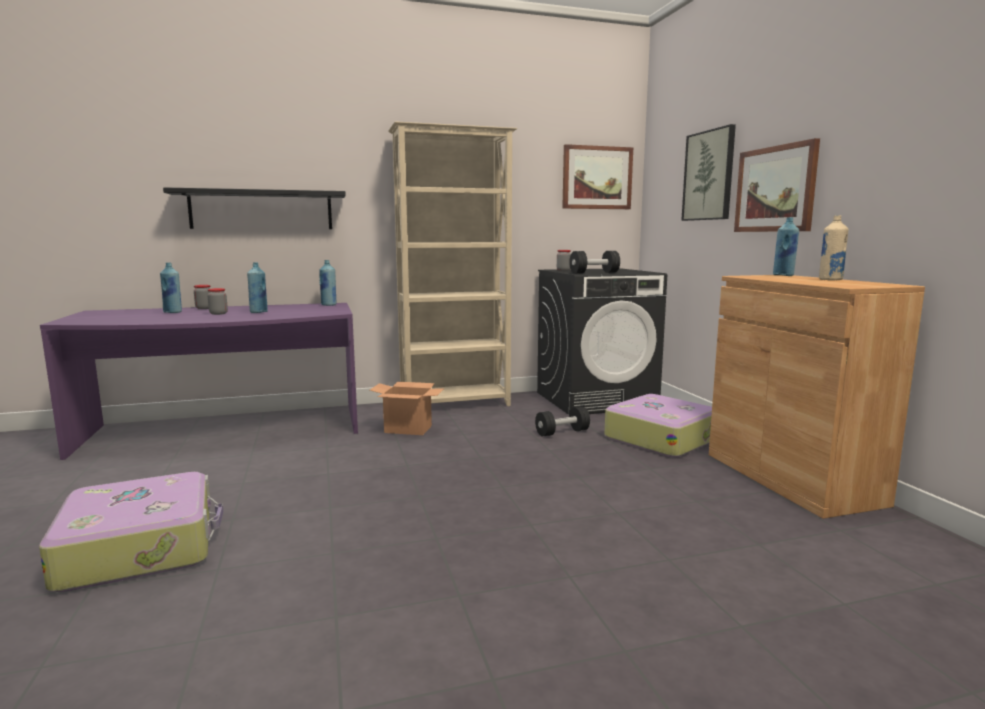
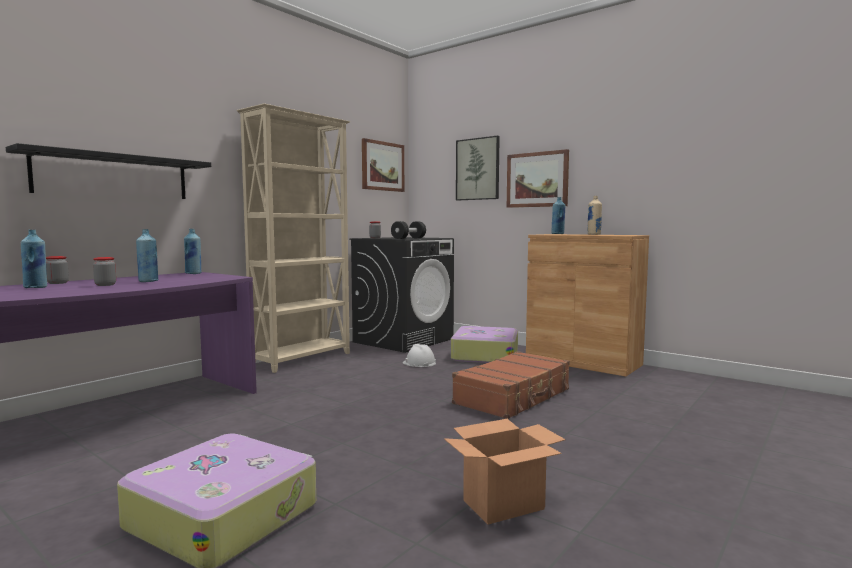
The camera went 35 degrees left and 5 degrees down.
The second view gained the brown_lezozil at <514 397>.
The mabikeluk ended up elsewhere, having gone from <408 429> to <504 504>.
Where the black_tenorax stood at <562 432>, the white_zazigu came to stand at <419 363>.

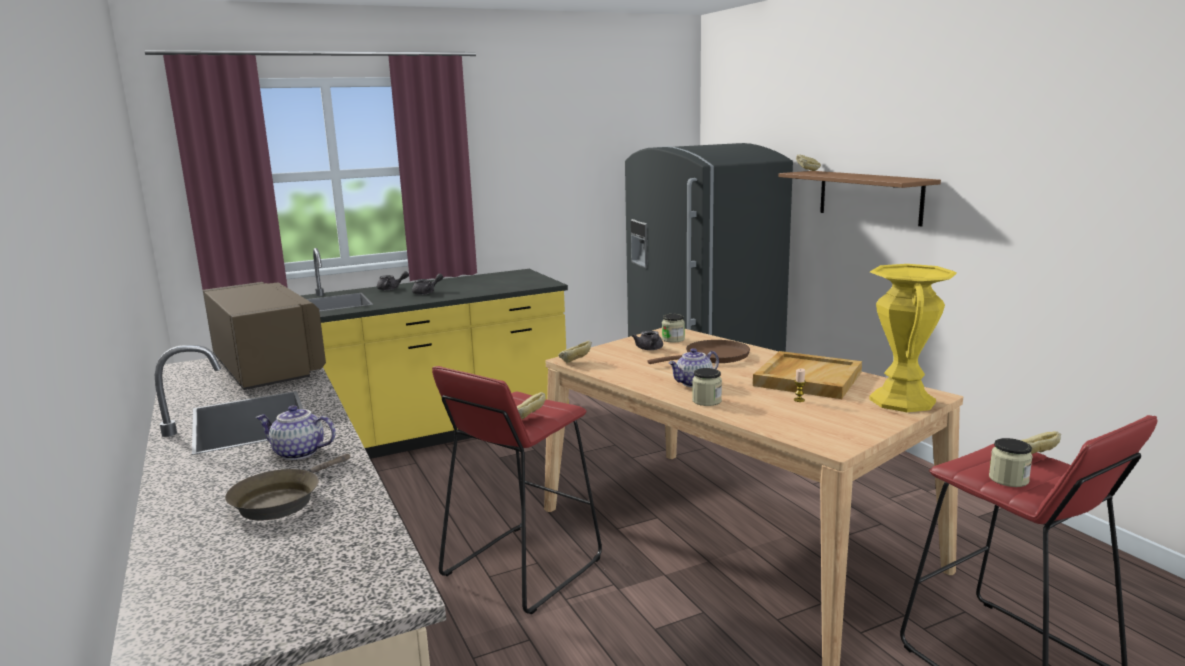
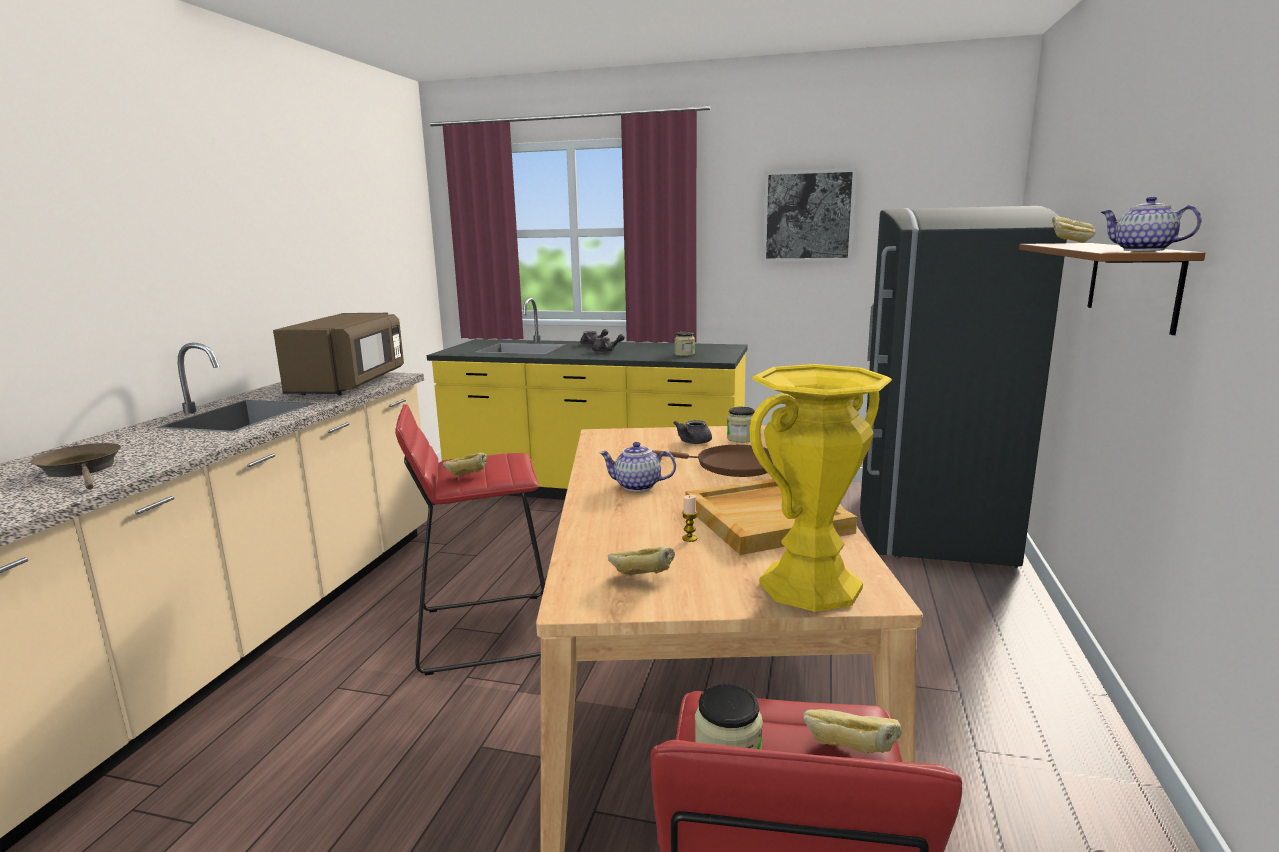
The camera went 40 degrees right and 0 degrees up.
The second view gained the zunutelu at <808 216>.
The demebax ended up elsewhere, having gone from <297 453> to <1142 250>.
The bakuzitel ended up elsewhere, having gone from <576 362> to <641 579>.
The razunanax ended up elsewhere, having gone from <706 401> to <684 354>.
The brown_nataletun at <281 500> ended up facing another way, 75 degrees clockwise from before.

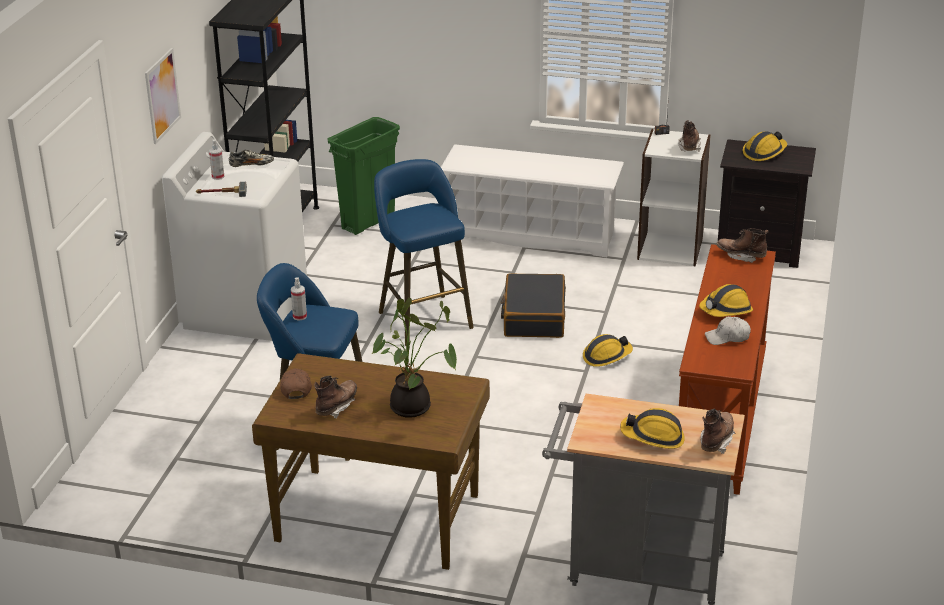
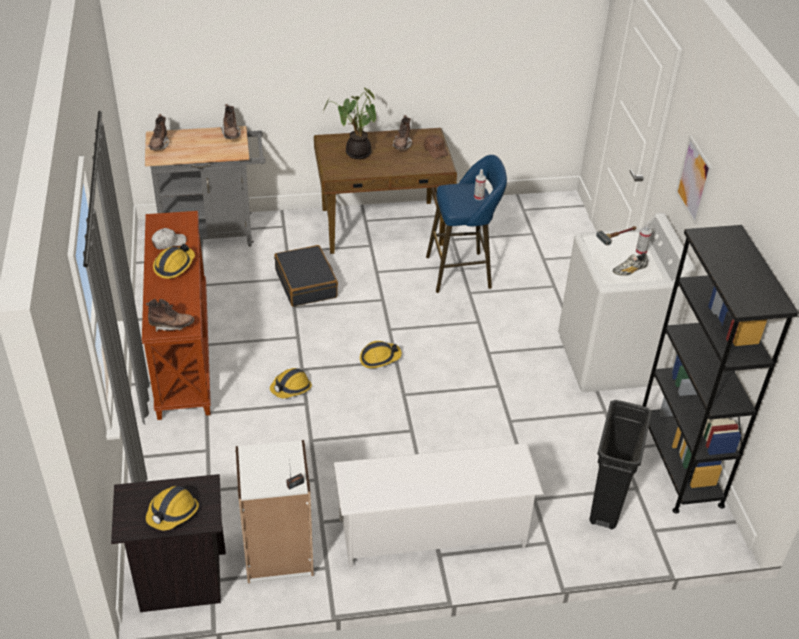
The camera went 155 degrees right and 10 degrees up.
The second view lost the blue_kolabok at <423 317>.
The black_lezozil ended up elsewhere, having gone from <534 317> to <306 284>.
The zazigu ended up elsewhere, having gone from <653 437> to <379 358>.
The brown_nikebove ended up elsewhere, having gone from <689 146> to <231 134>.
What was the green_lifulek at <368 221> turned into the black_lifulek at <607 504>.

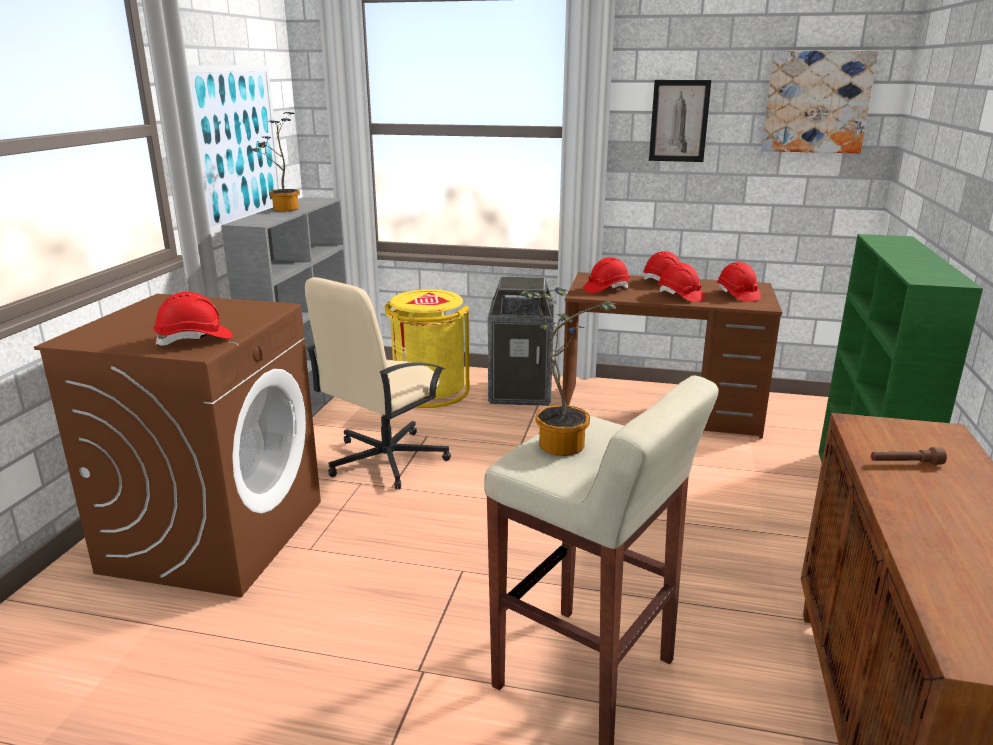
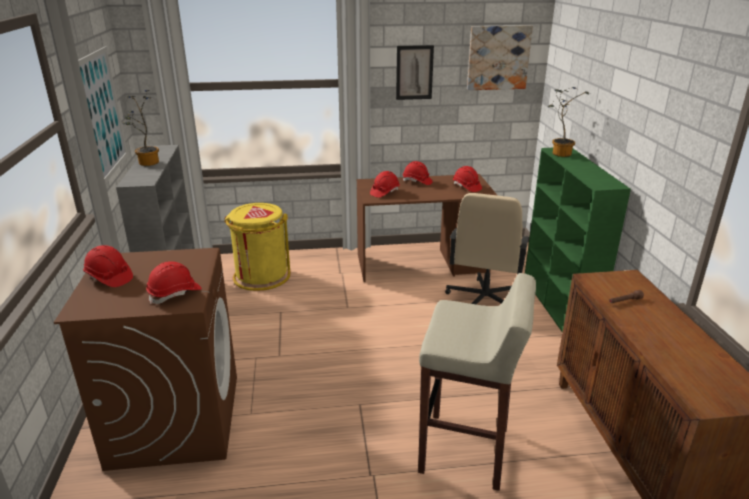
The camera went 20 degrees left and 5 degrees up.
The second view lost the lifulek at <521 393>.
The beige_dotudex ended up elsewhere, having gone from <385 460> to <484 300>.
The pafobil ended up elsewhere, having gone from <560 442> to <559 153>.
The red_zazigu ended up elsewhere, having gone from <680 296> to <109 277>.

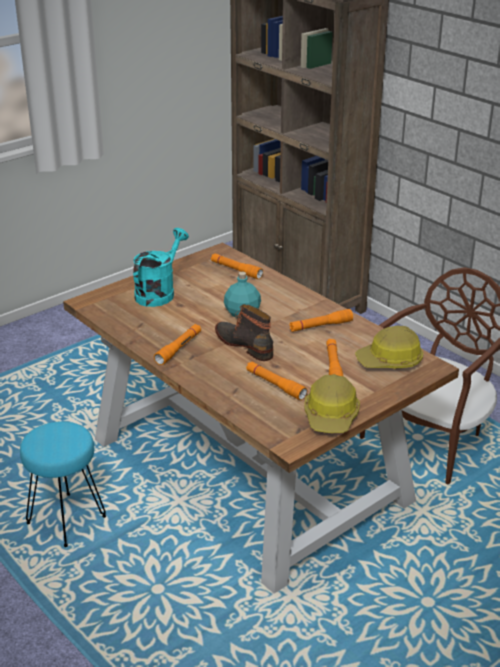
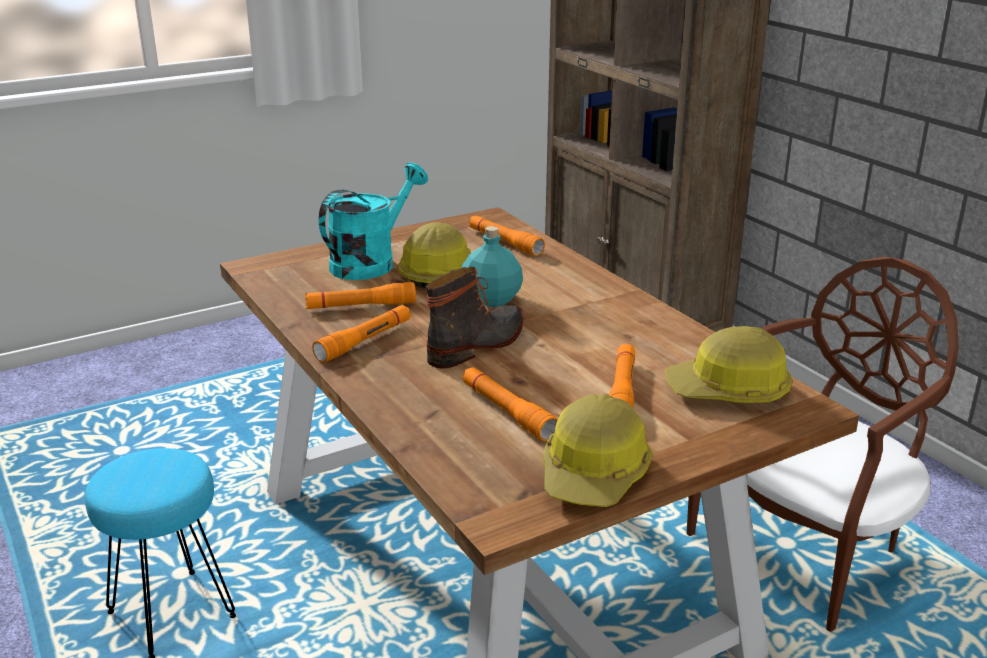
The camera went 10 degrees right and 5 degrees down.
The second view gained the zazigu at <437 273>.
The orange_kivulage ended up elsewhere, having gone from <320 326> to <361 306>.
The nikebove at <245 344> ended up facing another way, 75 degrees clockwise from before.

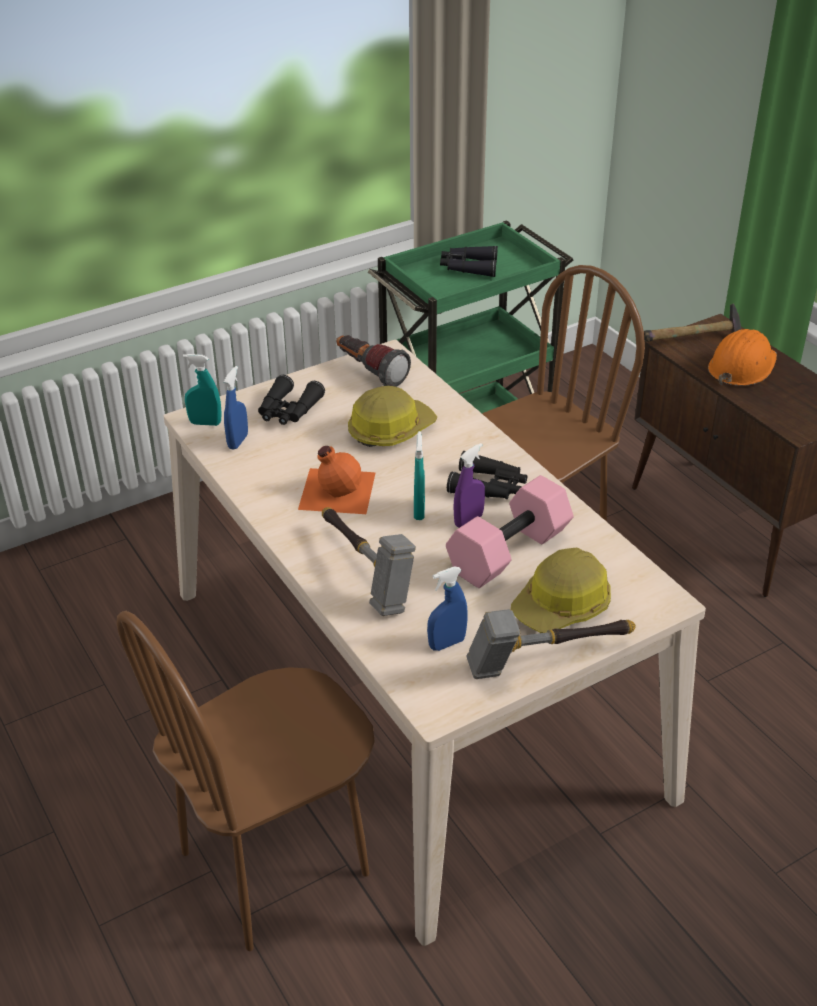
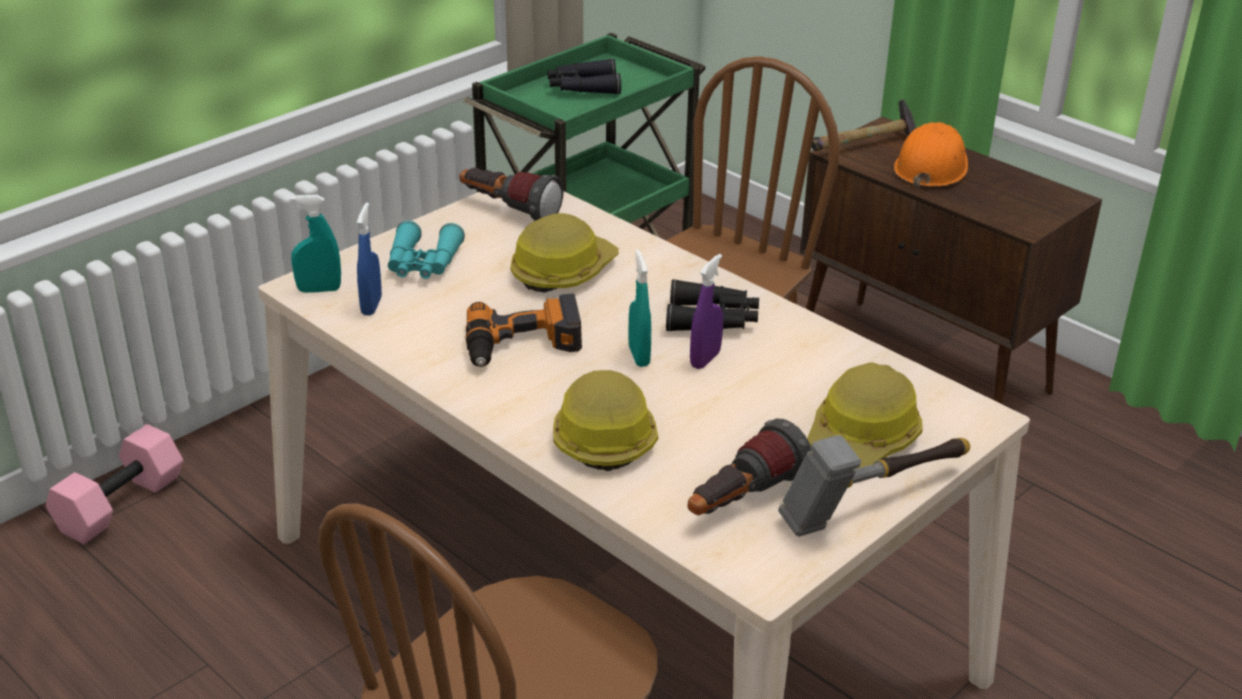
The camera went 15 degrees left and 5 degrees down.
The pink_tenorax ended up elsewhere, having gone from <509 553> to <121 506>.
Where the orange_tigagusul stood at <336 489>, the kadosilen came to stand at <523 345>.
Where the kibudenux stood at <365 573>, the zazigu came to stand at <602 436>.
Where the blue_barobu stood at <447 643>, the kivulage came to stand at <742 502>.
What was the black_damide at <288 411> turned into the turquoise_damide at <423 264>.

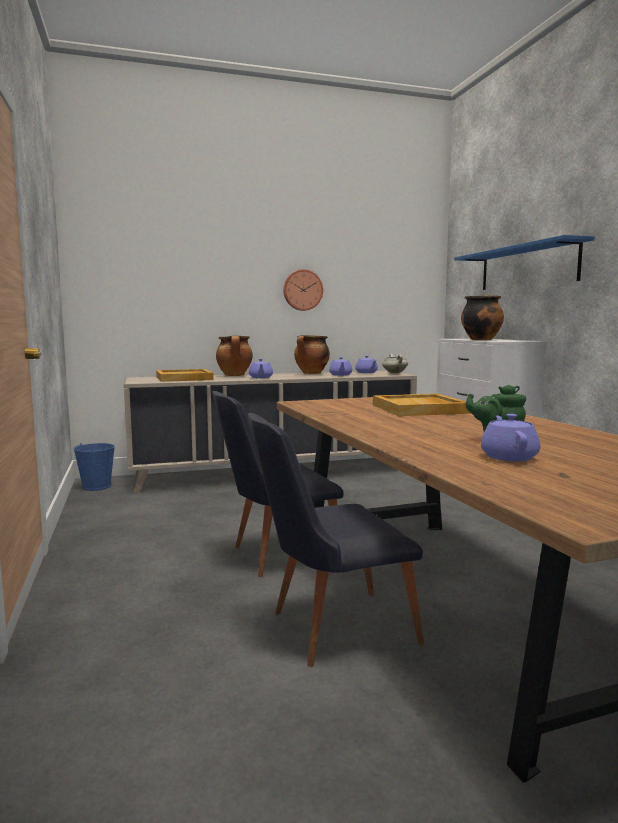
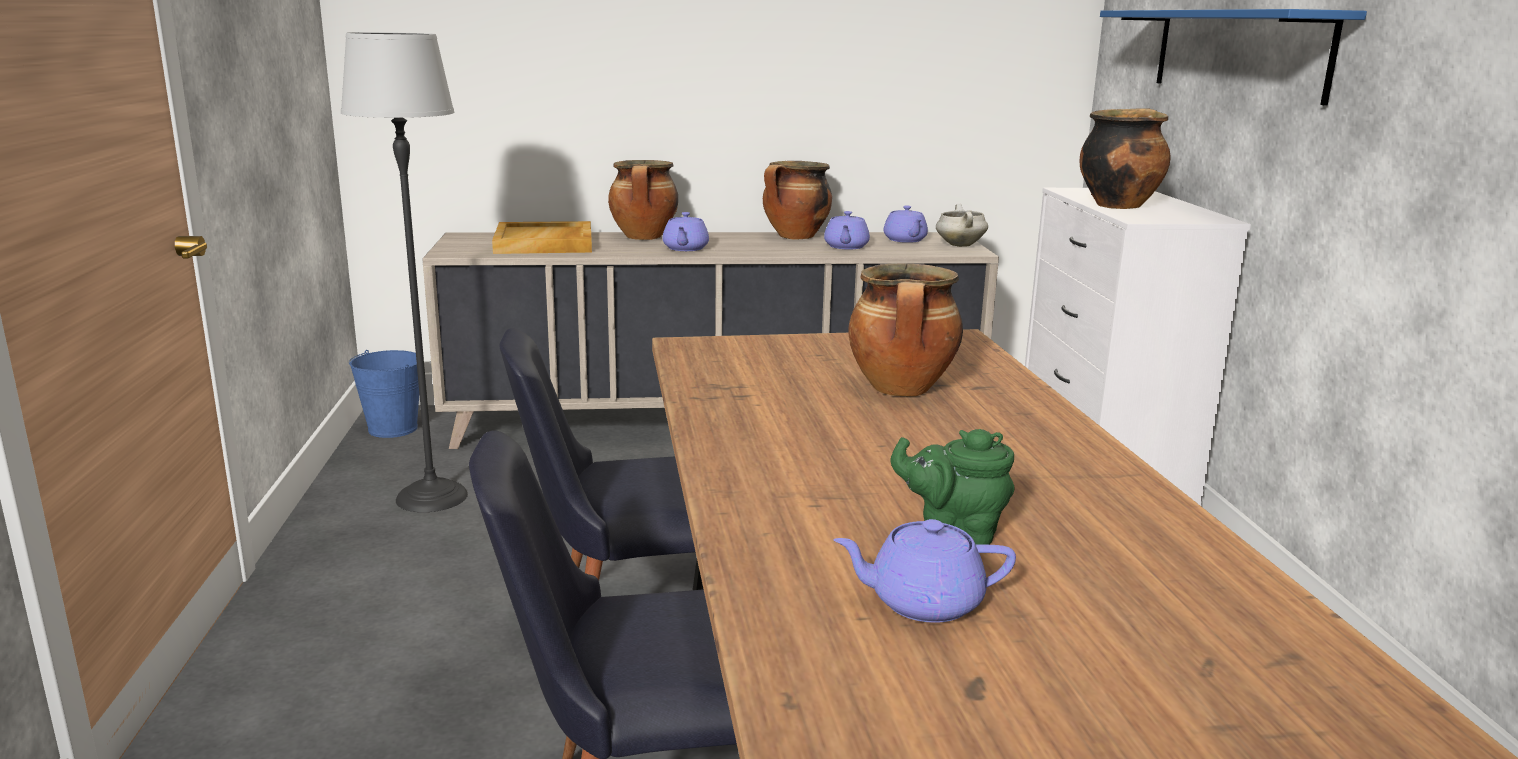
The camera went 10 degrees right and 10 degrees up.
The second view lost the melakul at <302 290>.
The second view gained the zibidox at <432 496>.
Where the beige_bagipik stood at <420 409>, the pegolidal came to stand at <902 390>.
The purple_demebax at <508 457> ended up facing another way, 105 degrees counterclockwise from before.

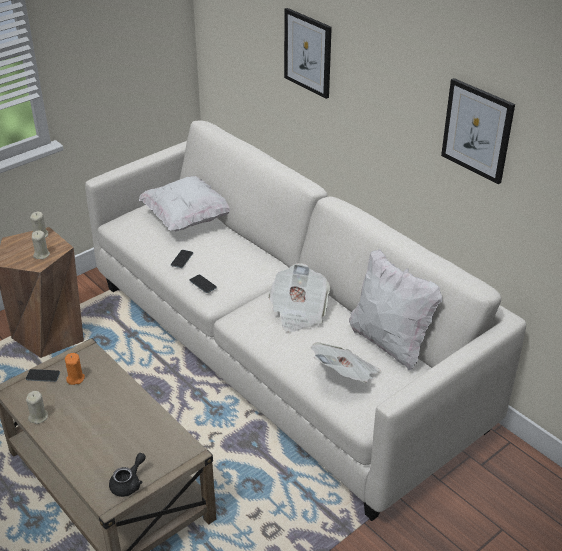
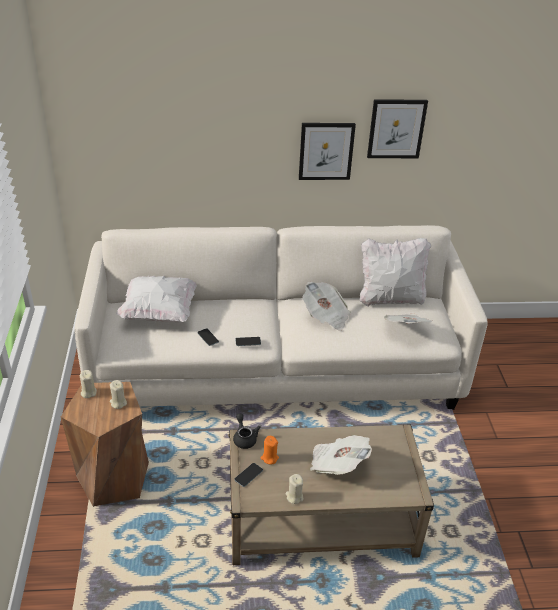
The camera went 55 degrees left and 0 degrees up.
The second view gained the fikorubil at <337 464>.
The black_demebax ended up elsewhere, having gone from <129 483> to <244 438>.
The zunutelu ended up elsewhere, having gone from <308 52> to <326 151>.

